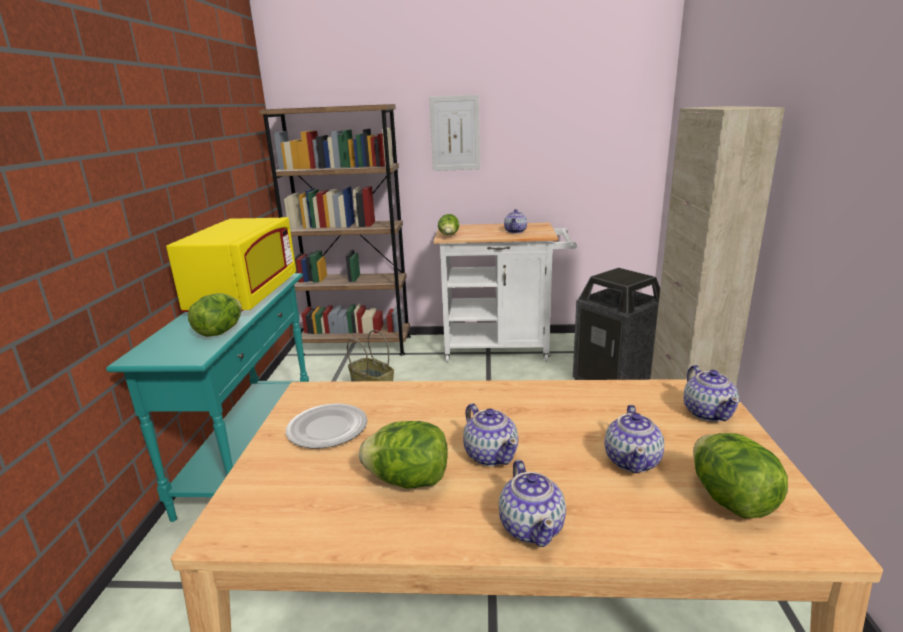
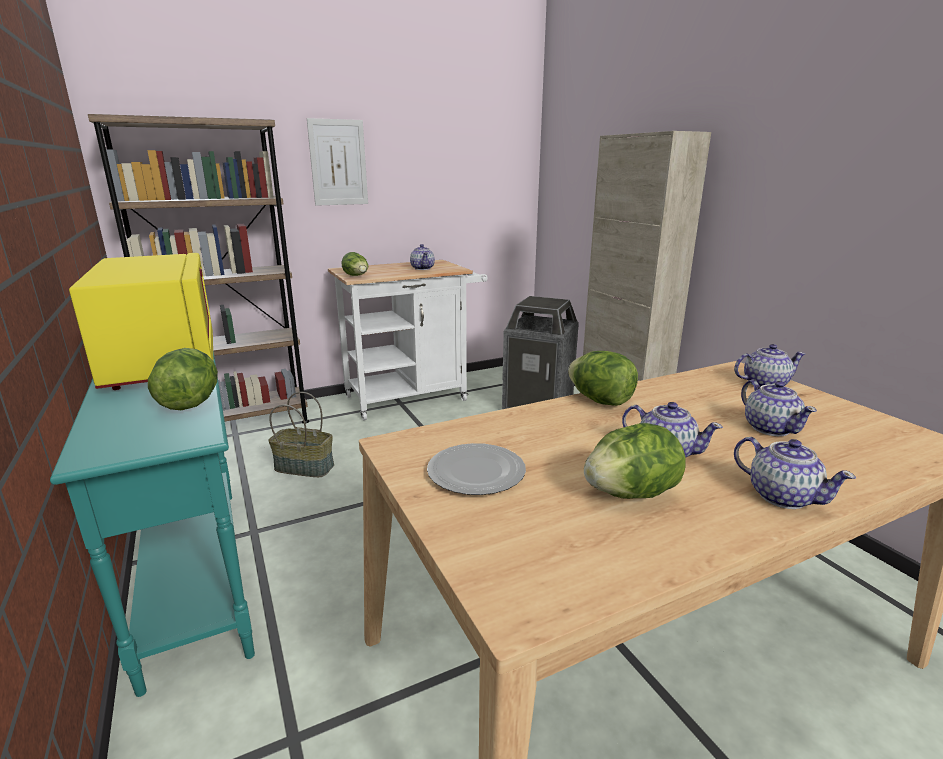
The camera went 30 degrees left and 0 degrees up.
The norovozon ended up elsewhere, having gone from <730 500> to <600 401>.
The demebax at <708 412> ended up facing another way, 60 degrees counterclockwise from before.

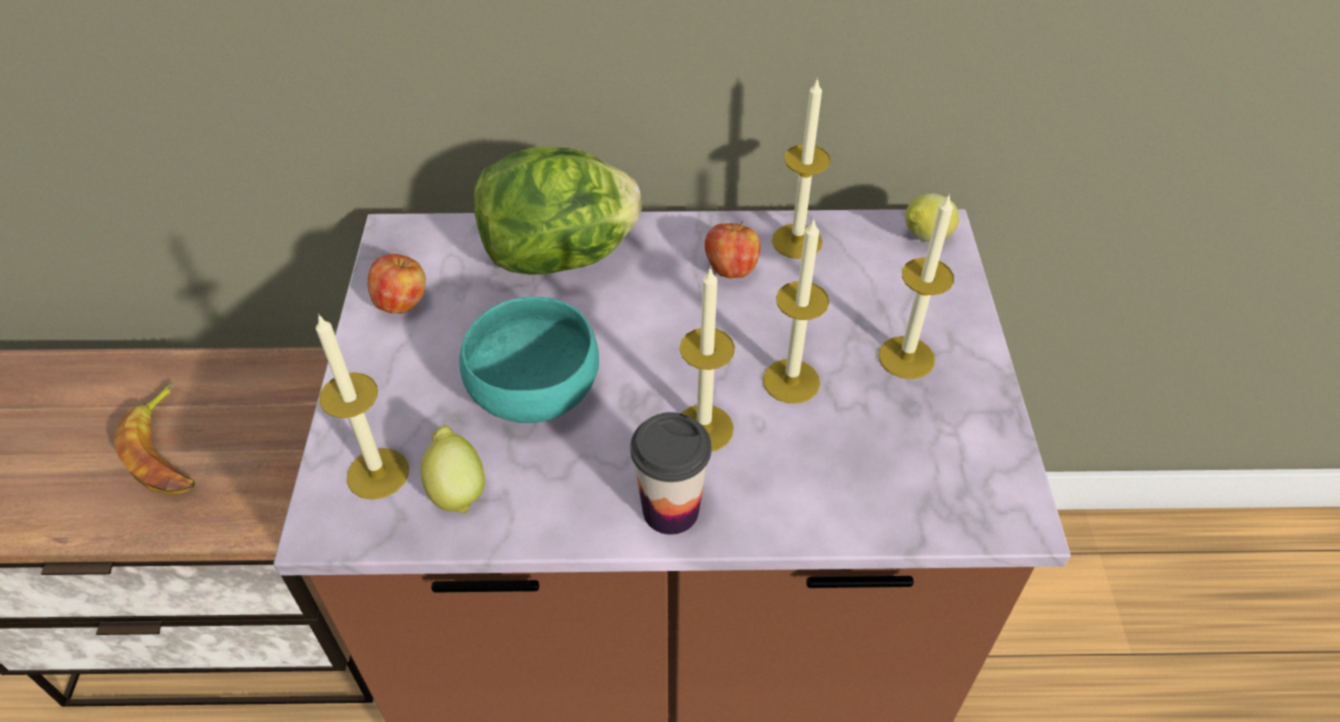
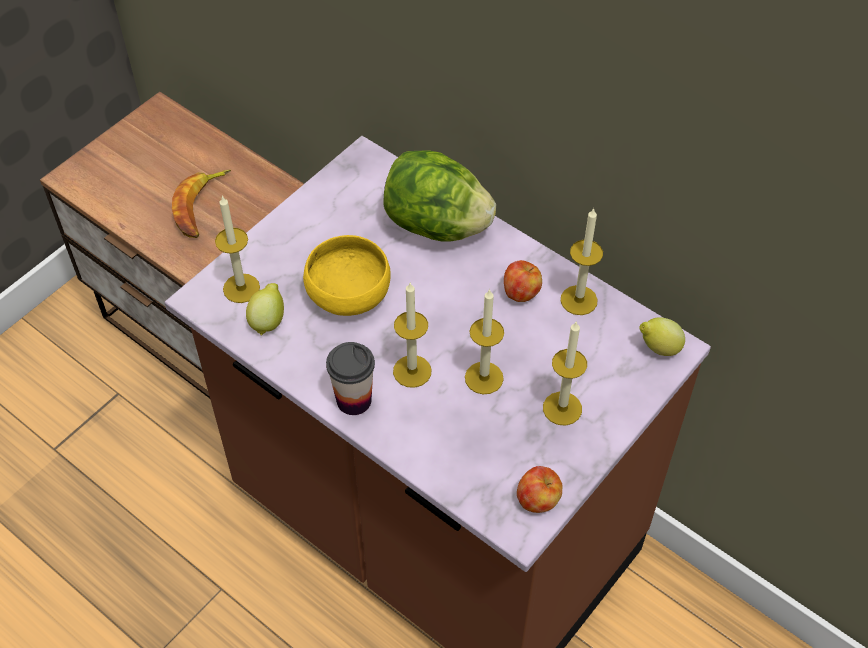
The camera went 40 degrees right and 5 degrees up.
The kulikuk ended up elsewhere, having gone from <402 303> to <538 500>.
What was the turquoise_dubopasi at <534 394> turned into the yellow_dubopasi at <348 296>.

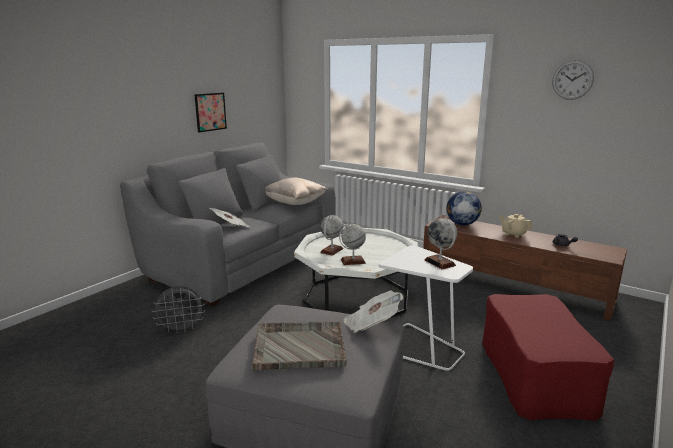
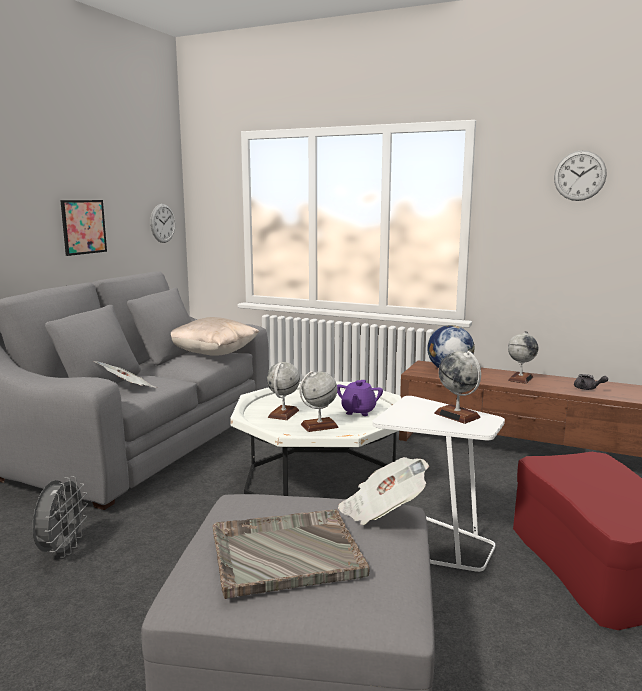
The camera went 10 degrees left and 5 degrees down.
The second view gained the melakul at <162 223>.
The second view gained the purple_demebax at <358 411>.
Where the beige_demebax stood at <513 234>, the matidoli came to stand at <520 378>.
The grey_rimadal at <181 329> ended up facing another way, 60 degrees counterclockwise from before.

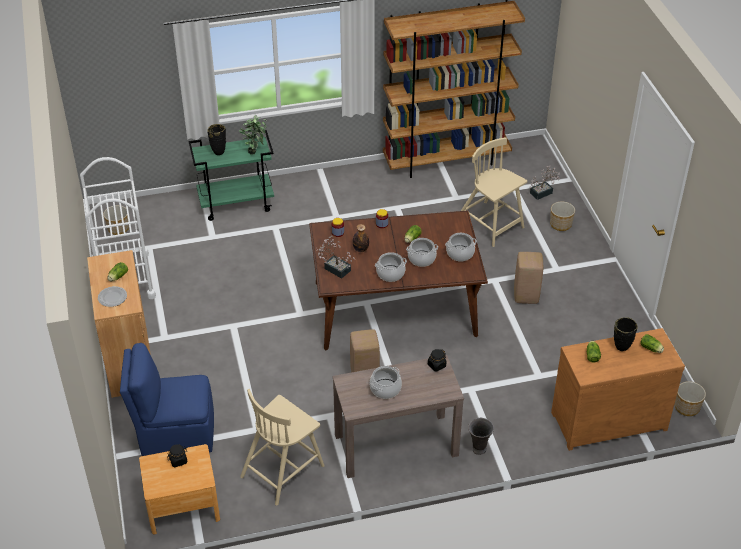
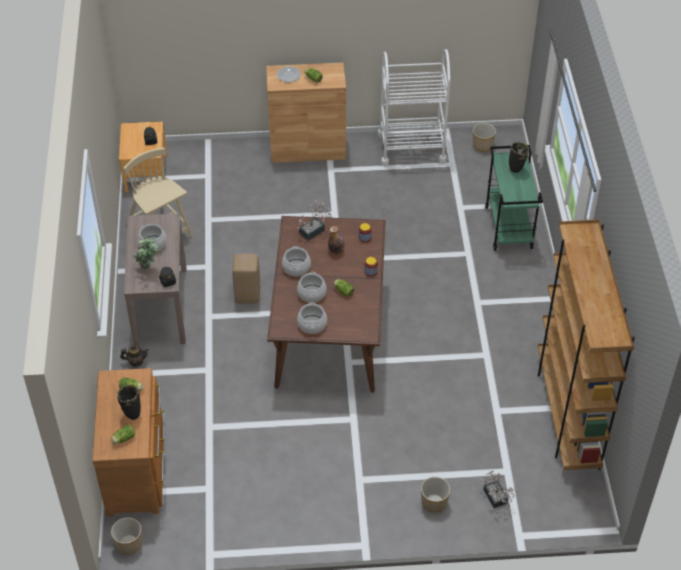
The camera went 100 degrees right and 5 degrees up.
The second view lost the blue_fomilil at <175 433>.
The second view lost the beige_fomilil at <490 224>.
The second view lost the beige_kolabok at <526 296>.
The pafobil ended up elsewhere, having gone from <255 150> to <149 269>.
Where the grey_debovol stood at <478 449>, the demebax came to stand at <136 362>.

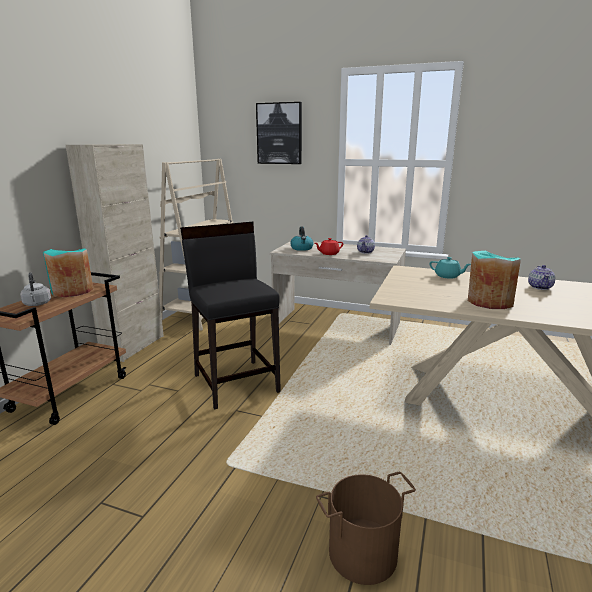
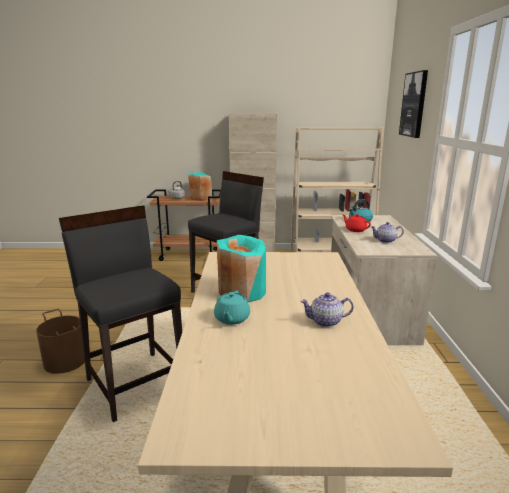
The camera went 70 degrees right and 0 degrees up.
The second view gained the black_kolabok at <136 383>.
The turquoise_demebax ended up elsewhere, having gone from <448 276> to <231 319>.

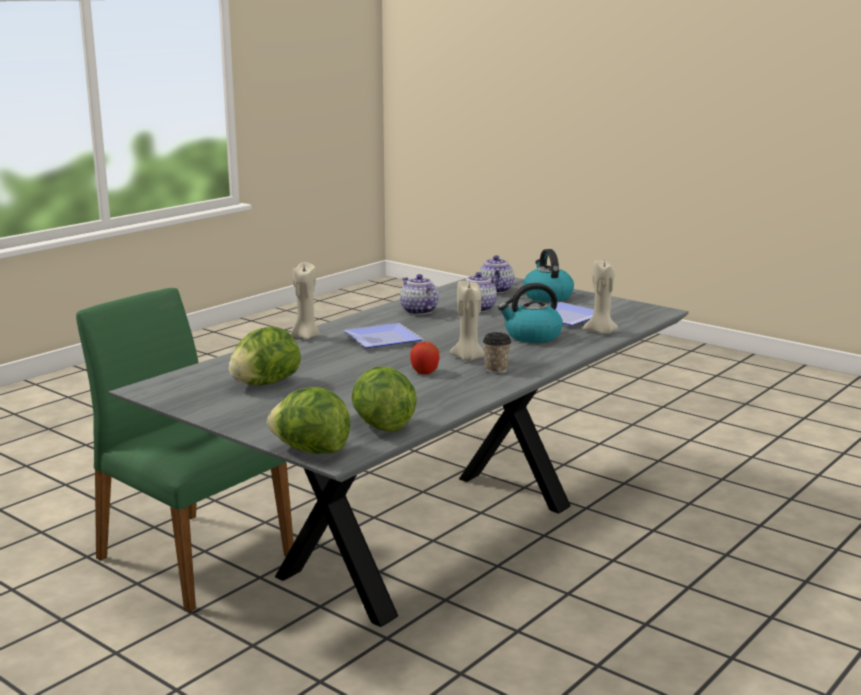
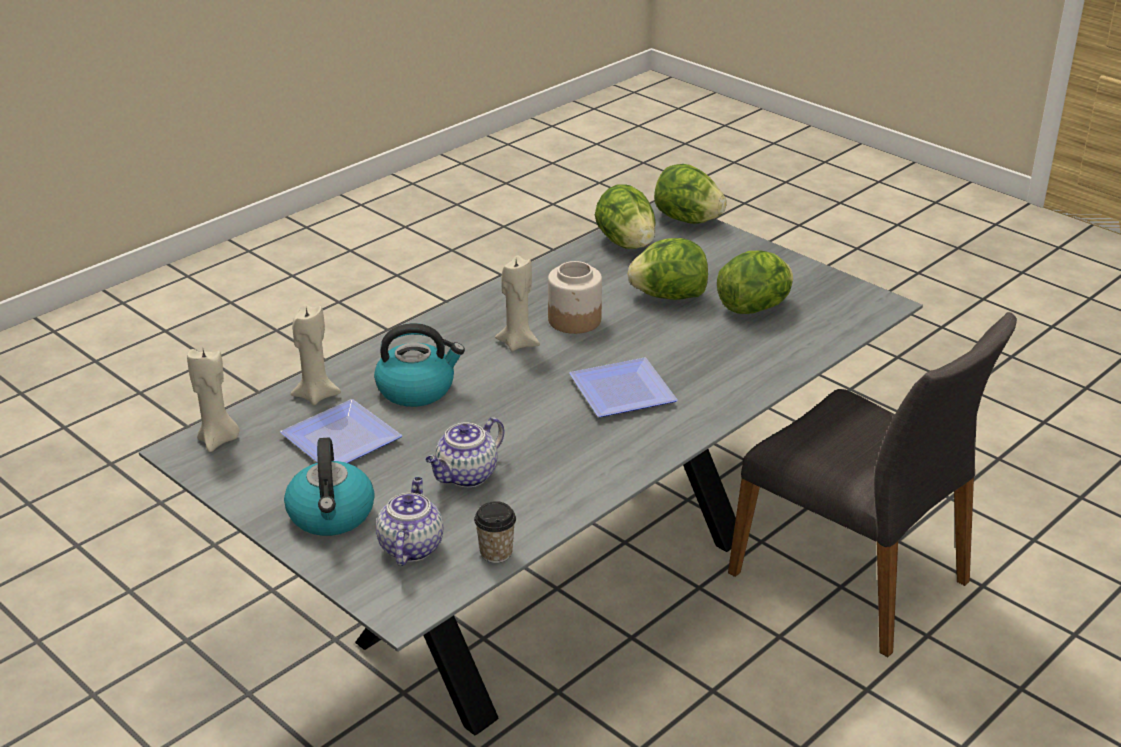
The camera went 175 degrees left and 15 degrees up.
The second view lost the demebax at <418 311>.
The second view gained the norovozon at <668 296>.
The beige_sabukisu ended up elsewhere, having gone from <305 336> to <218 440>.
The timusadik ended up elsewhere, having gone from <496 369> to <496 553>.
Where the kulikuk stood at <424 372>, the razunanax came to stand at <575 320>.
What was the green_fomilil at <191 557> turned into the grey_fomilil at <853 576>.

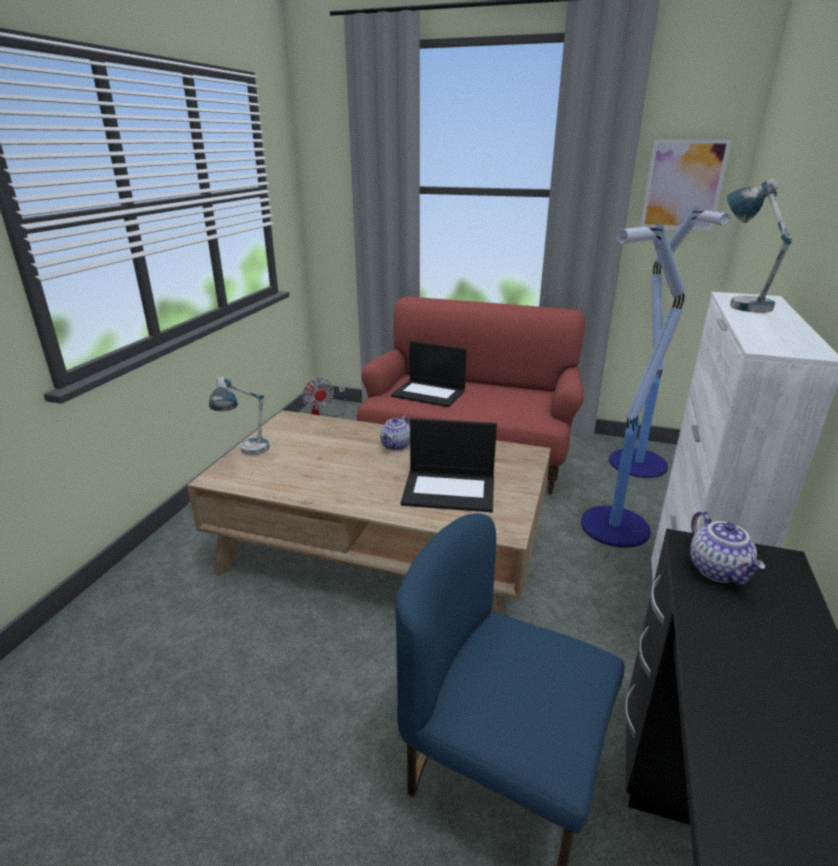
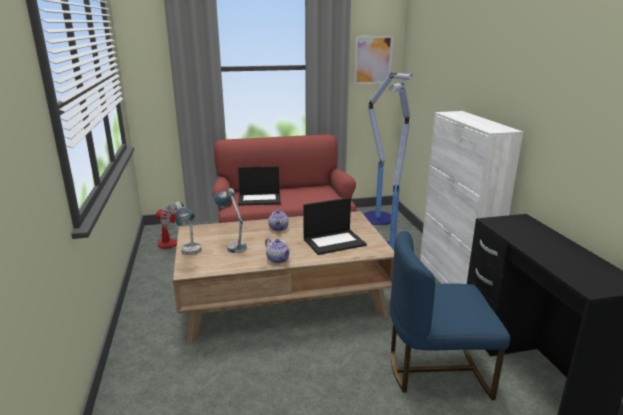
The camera went 30 degrees left and 5 degrees down.
The demebax ended up elsewhere, having gone from <719 570> to <278 259>.
The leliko ended up elsewhere, having gone from <739 303> to <232 245>.

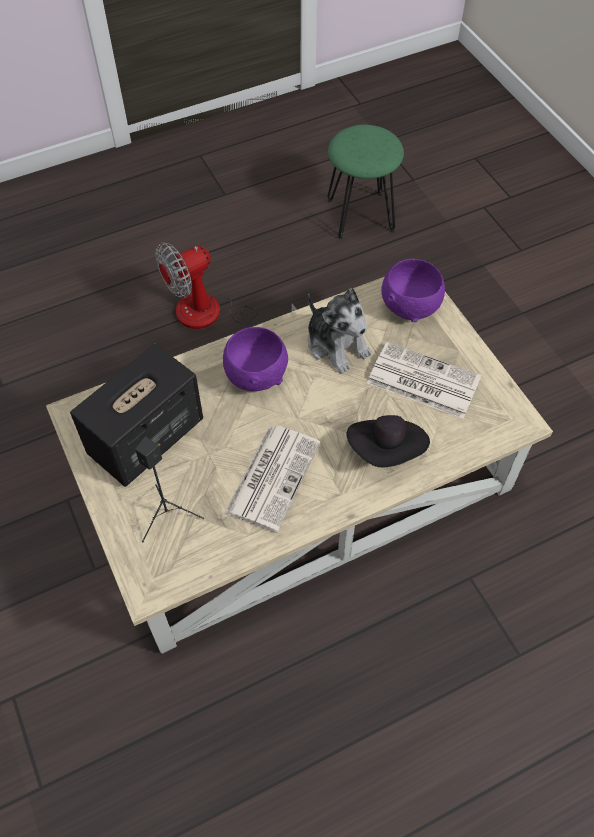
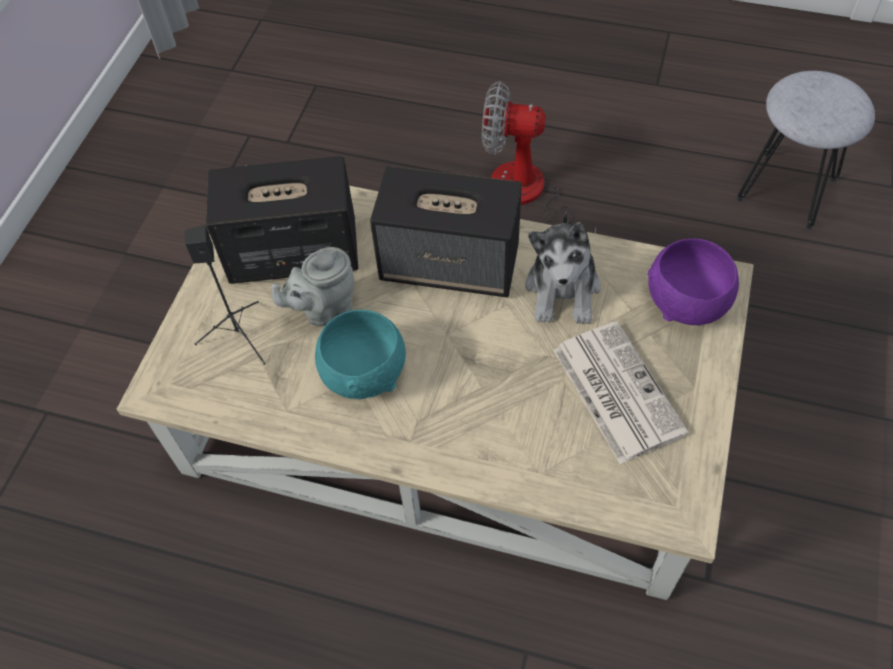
The camera went 45 degrees right and 0 degrees up.
The second view lost the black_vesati at <386 450>.
The second view gained the grey_demebax at <324 308>.
Where the purple_dubopasi stood at <256 375>, the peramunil came to stand at <451 264>.
Where the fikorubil stood at <273 476>, the turquoise_dubopasi came to stand at <365 373>.
What was the green_kolabok at <361 215> turned into the grey_kolabok at <787 189>.

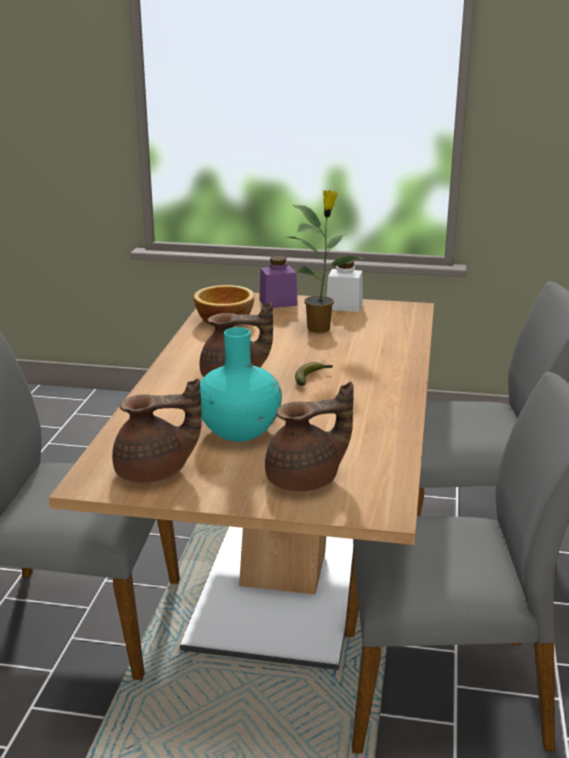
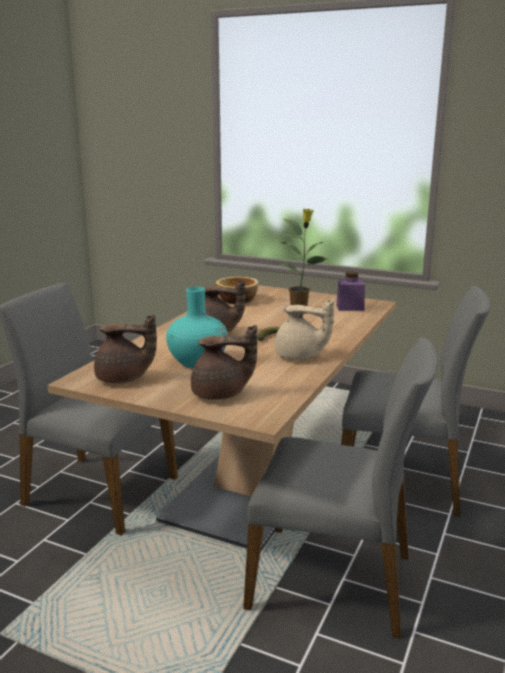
The camera went 15 degrees right and 5 degrees down.
The second view lost the white_razunanax at <344 306>.
The second view gained the beige_demebax at <300 356>.
The purple_razunanax ended up elsewhere, having gone from <278 302> to <350 307>.

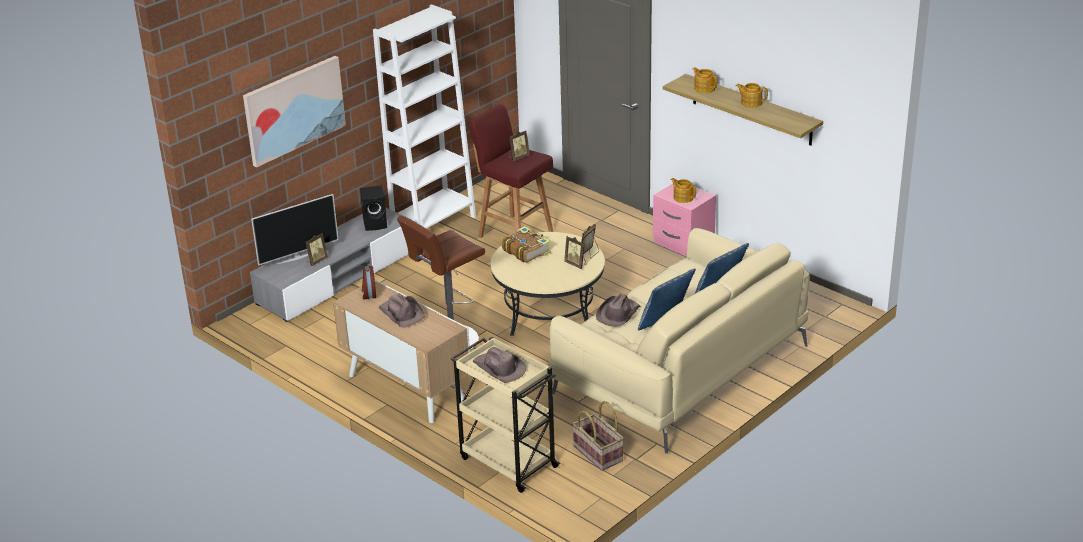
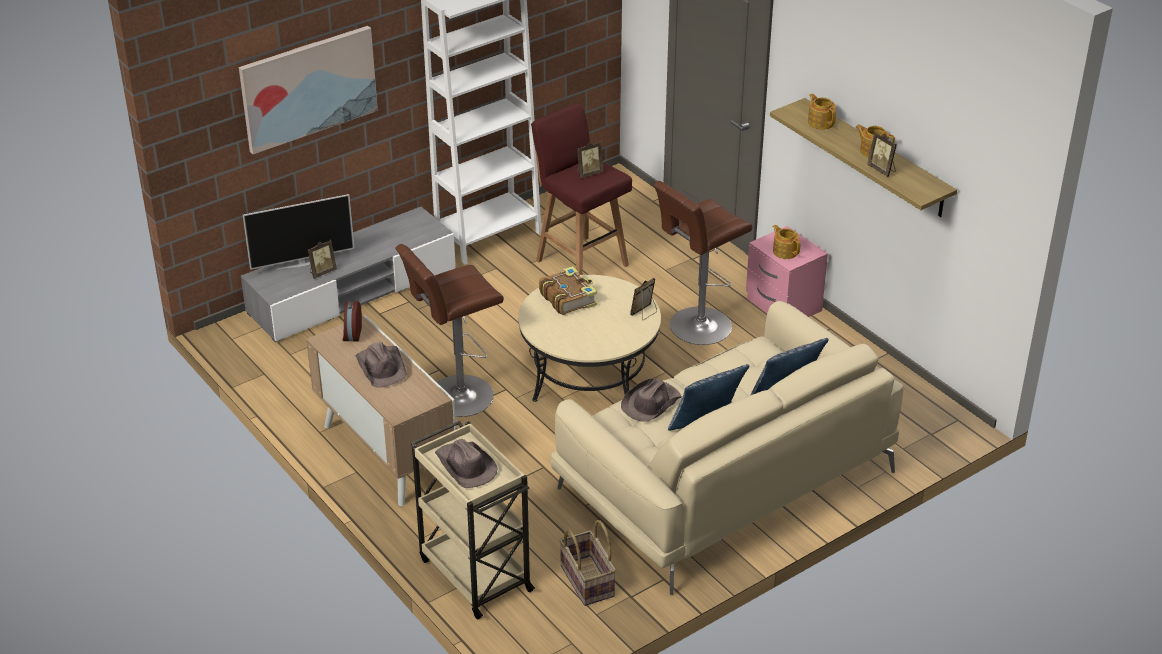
The camera went 10 degrees right and 5 degrees up.
The second view lost the black_peramunil at <376 223>.
The second view gained the brown_kolabok at <697 327>.
The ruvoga ended up elsewhere, having gone from <576 264> to <882 170>.

